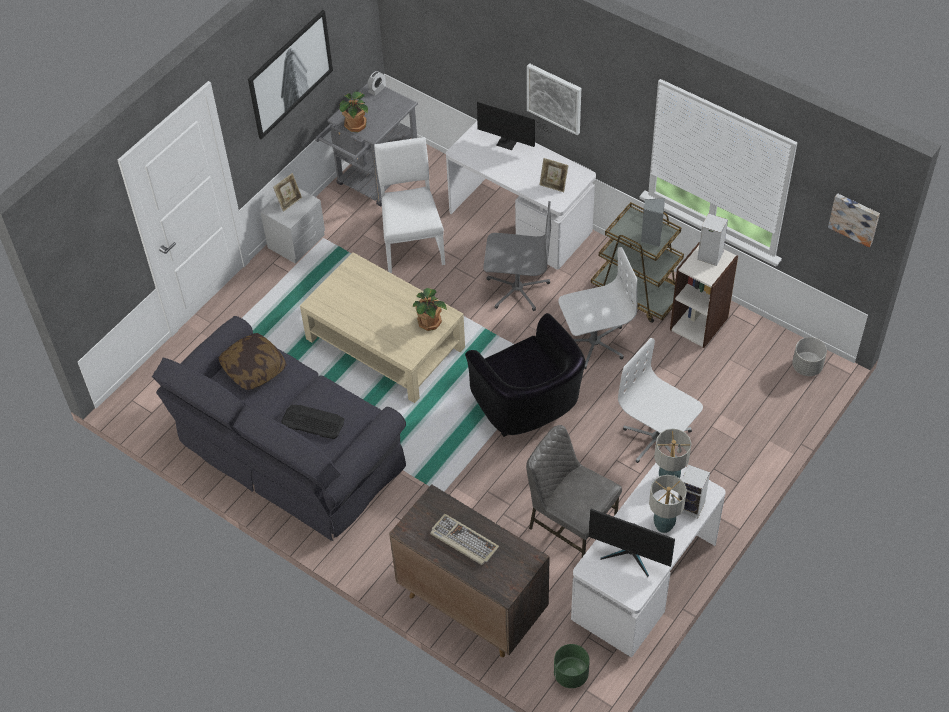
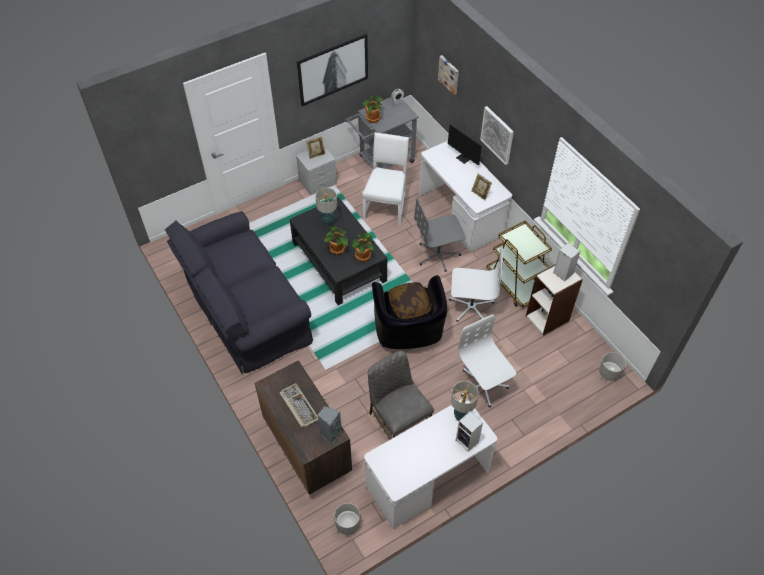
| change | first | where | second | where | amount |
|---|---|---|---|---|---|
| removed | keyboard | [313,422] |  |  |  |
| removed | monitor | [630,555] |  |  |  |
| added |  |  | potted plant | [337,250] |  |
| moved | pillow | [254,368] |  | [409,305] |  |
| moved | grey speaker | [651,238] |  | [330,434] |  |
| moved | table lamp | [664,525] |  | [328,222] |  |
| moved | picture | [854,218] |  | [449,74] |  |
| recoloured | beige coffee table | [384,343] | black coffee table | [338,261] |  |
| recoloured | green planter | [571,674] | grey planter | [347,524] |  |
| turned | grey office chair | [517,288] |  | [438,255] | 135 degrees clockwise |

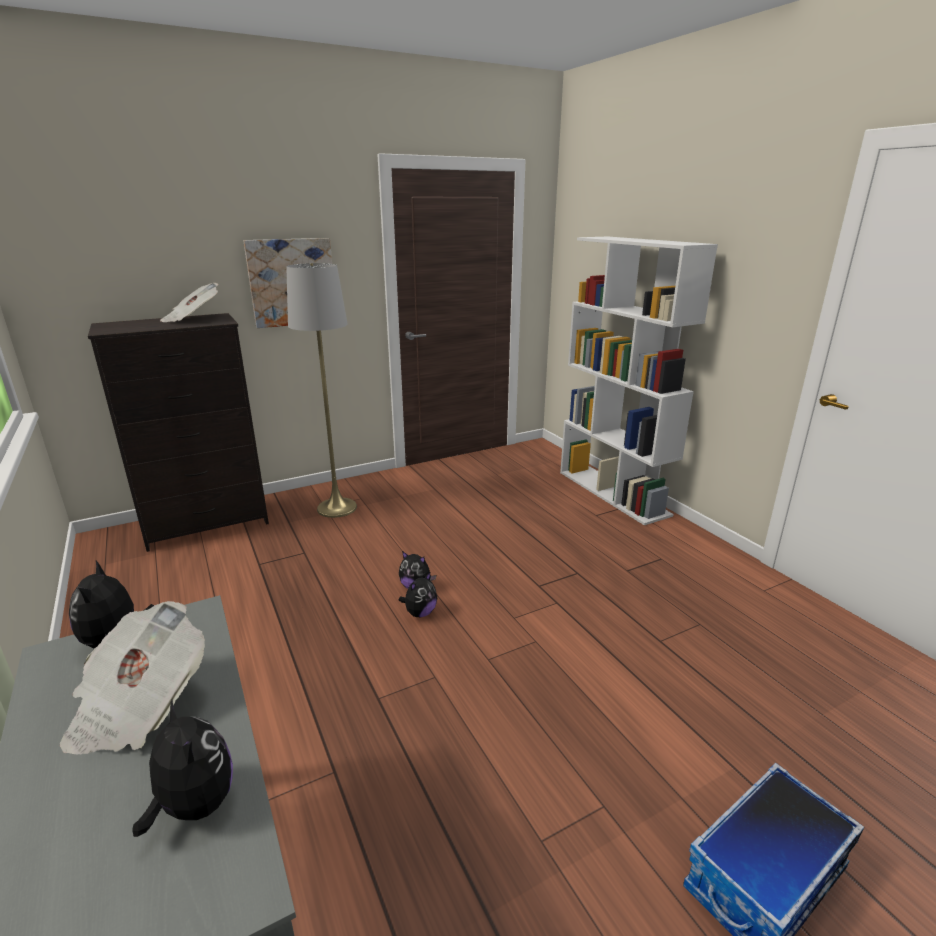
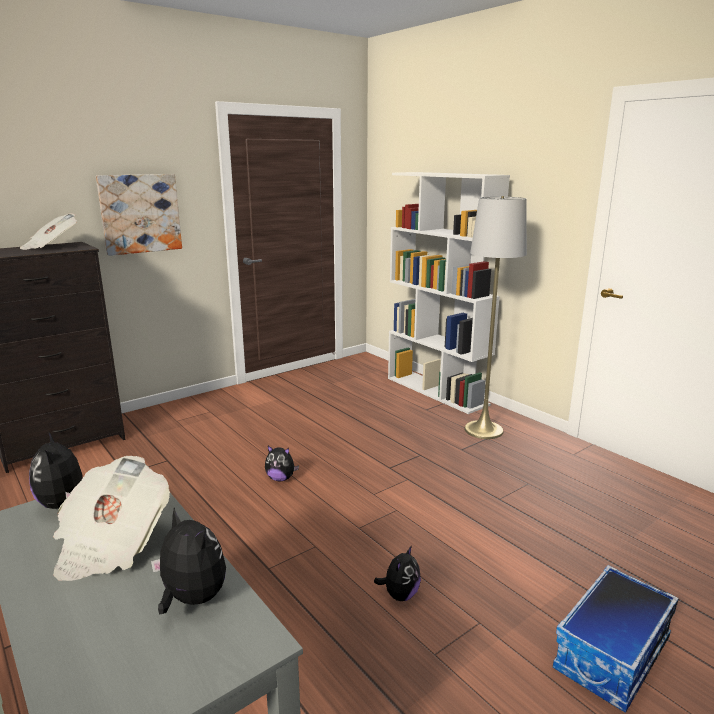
| change | first | where | second | where | amount |
|---|---|---|---|---|---|
| moved | grey floor lamp | [337,508] |  | [483,430] |  |
| moved | plush toy | [420,613] |  | [400,594] |  |

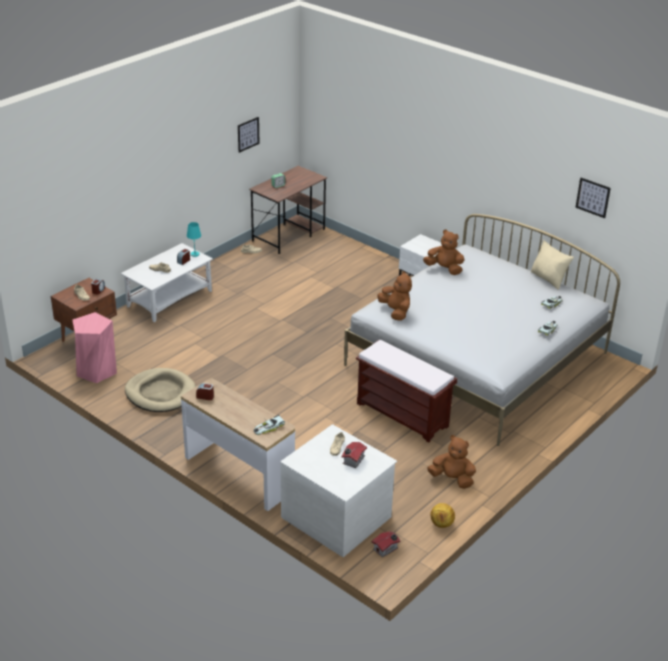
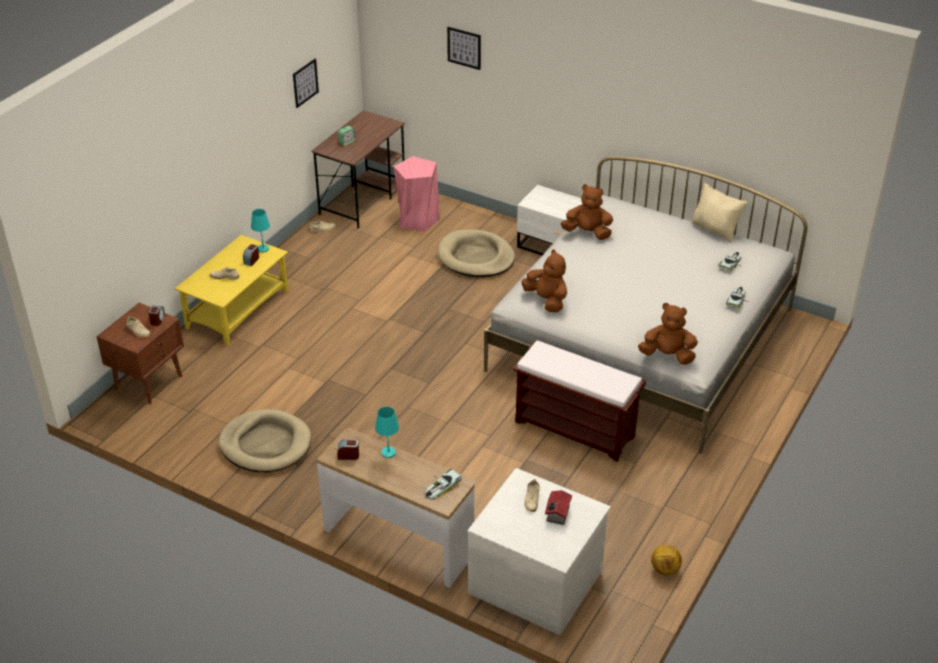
| change | first | where | second | where | amount |
|---|---|---|---|---|---|
| removed | toy house | [386,549] |  |  |  |
| added |  |  | turquoise table lamp | [388,453] |  |
| added |  |  | beige dog bed | [476,257] |  |
| moved | pink stool | [96,371] |  | [417,219] |  |
| moved | brown plush toy | [452,479] |  | [667,355] |  |
| moved | picture | [593,197] |  | [464,48] |  |
| recoloured | white coffee table | [169,299] | yellow coffee table | [237,310] |  |

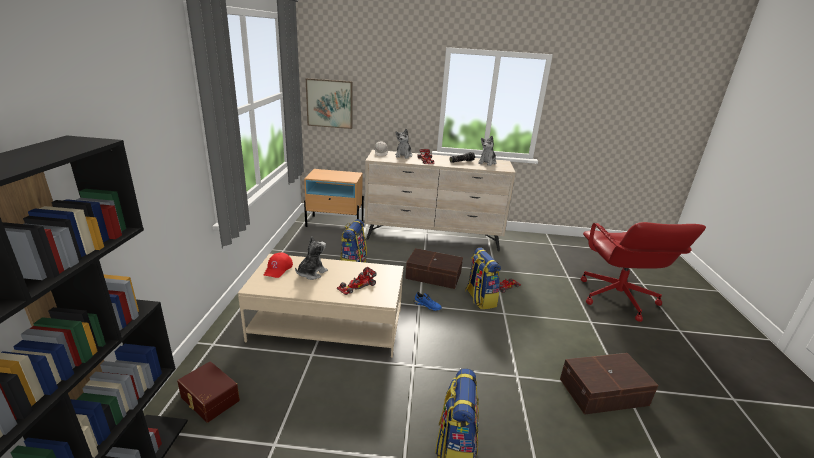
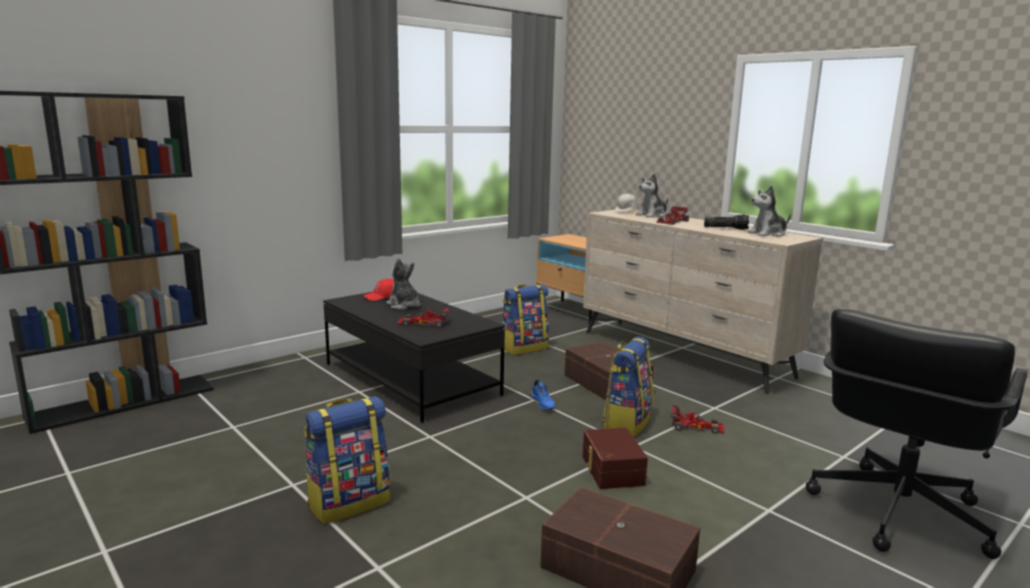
| change | first | where | second | where | amount |
|---|---|---|---|---|---|
| removed | picture | [329,103] |  |  |  |
| moved | brown storage box | [209,399] |  | [611,470] |  |
| recoloured | beige coffee table | [328,325] | black coffee table | [411,379] |  |
| recoloured | red office chair | [617,298] | black office chair | [896,513] |  |
| turned | plush toy | [311,273] |  | [404,305] | 120 degrees counterclockwise |

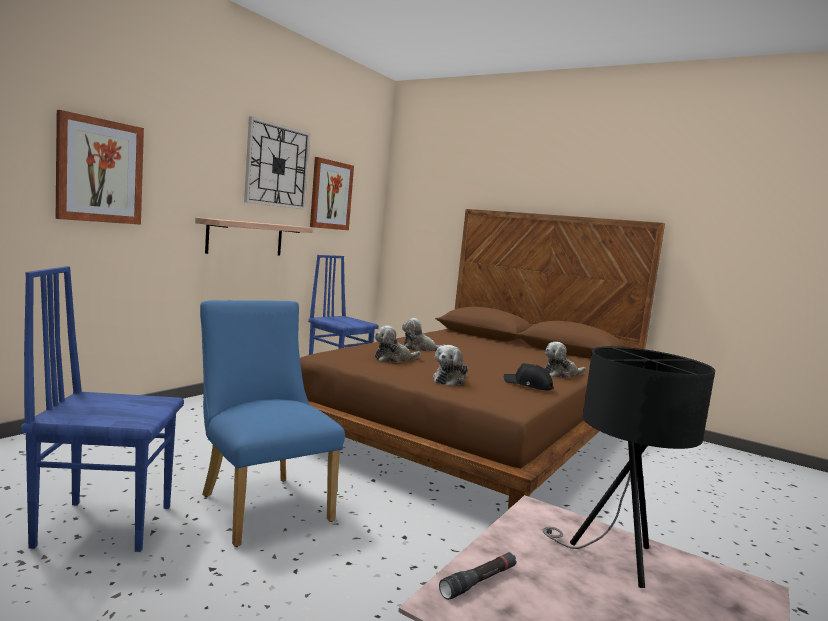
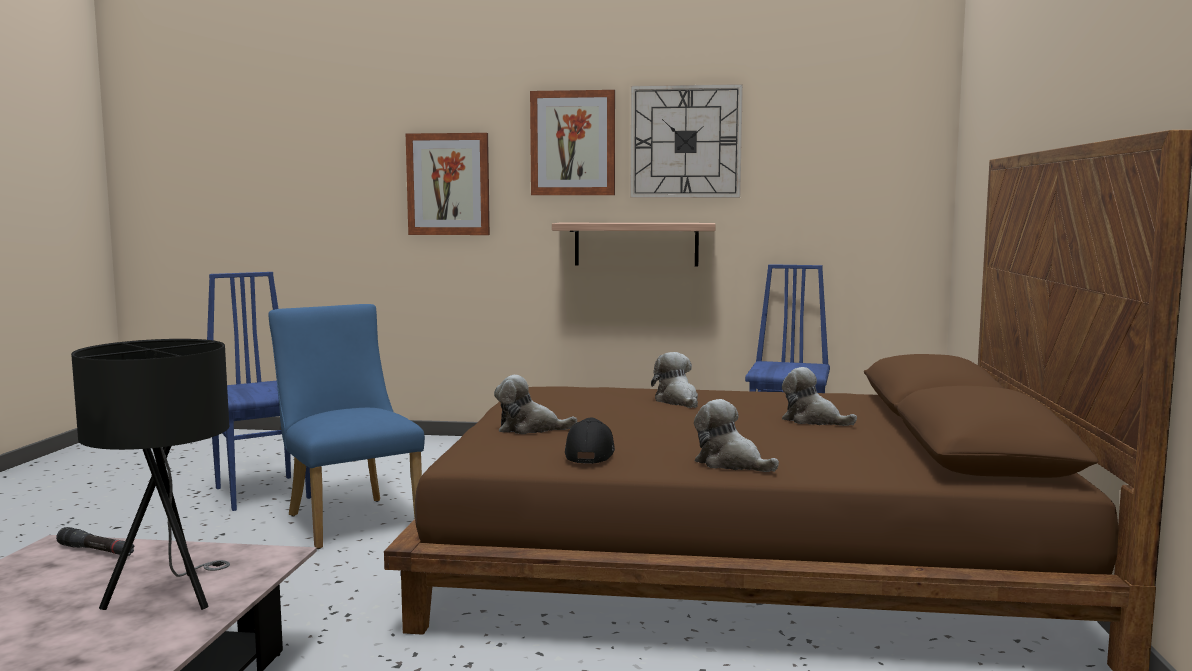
| change | first | where | second | where | amount |
|---|---|---|---|---|---|
| moved | picture | [331,195] |  | [573,143] |  |
| moved | plush toy | [393,359] |  | [813,420] |  |
| turned | blue chair | [261,504] |  | [349,519] | 60 degrees counterclockwise |

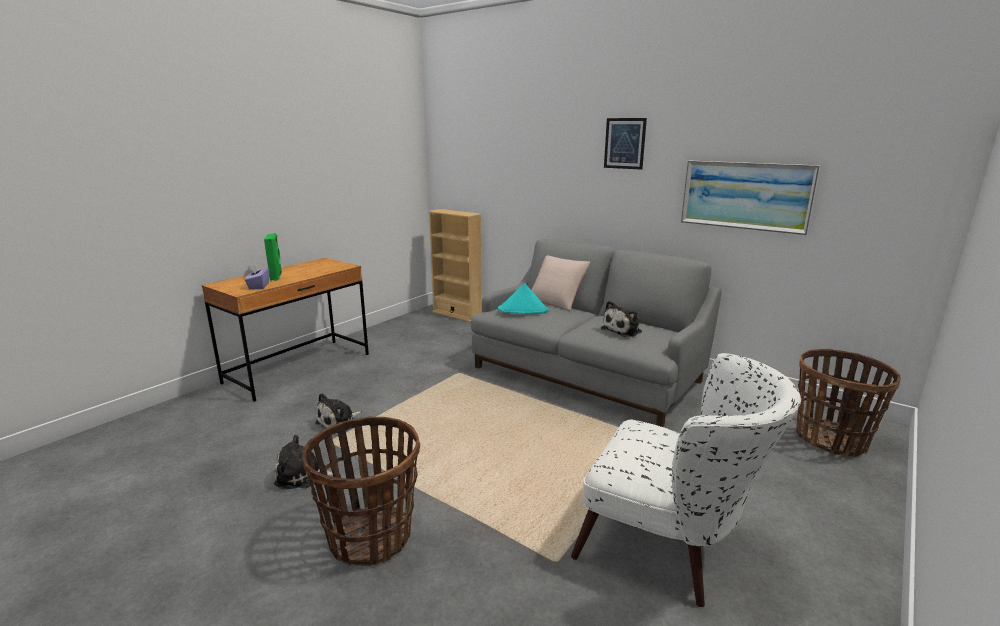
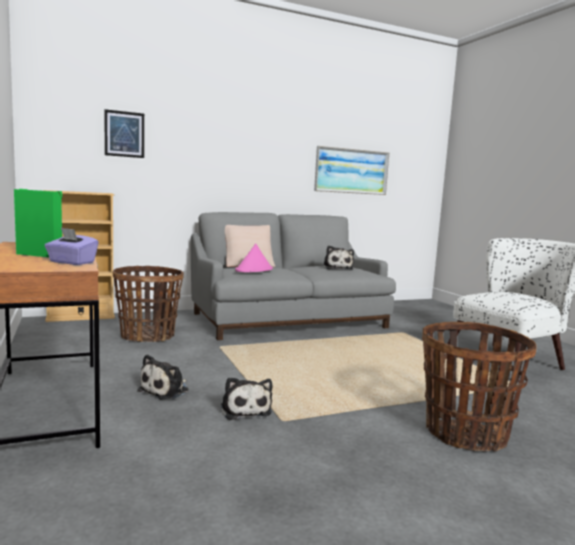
| change | first | where | second | where | amount |
|---|---|---|---|---|---|
| moved | plush toy | [302,476] |  | [166,390] |  |
| moved | picture | [624,143] |  | [124,134] |  |
| moved | basket | [831,440] |  | [148,336] |  |
| recoloured | turquoise hat | [523,310] | pink hat | [254,270] |  |

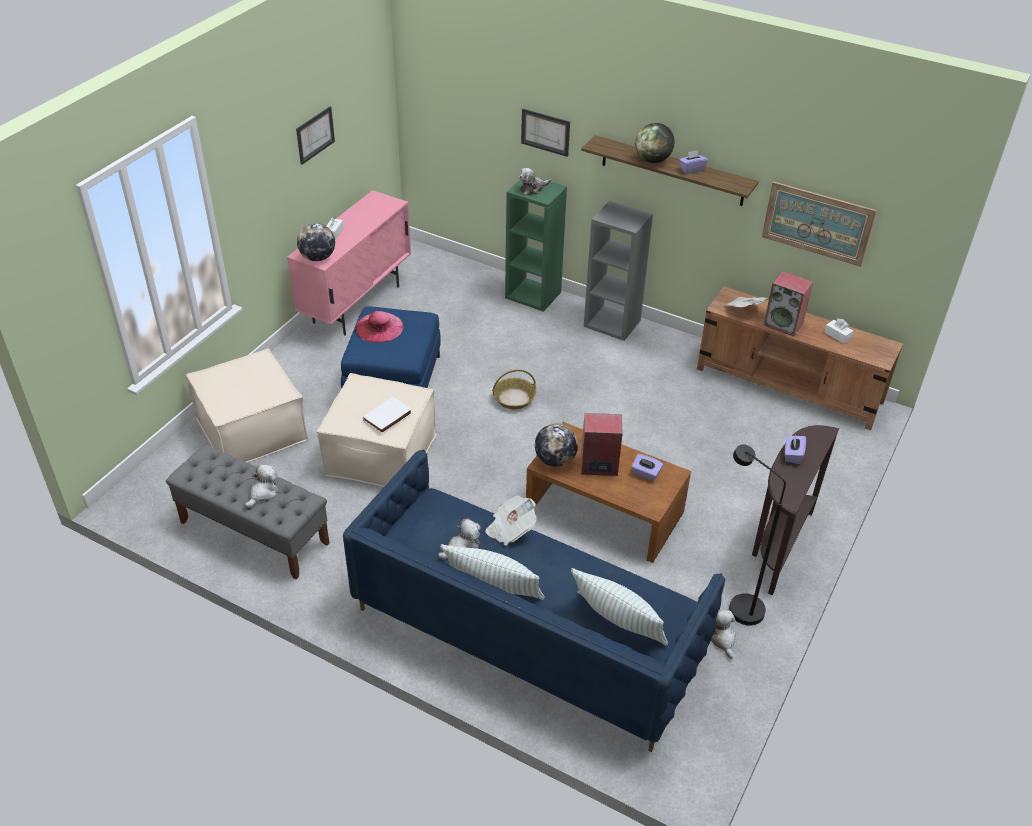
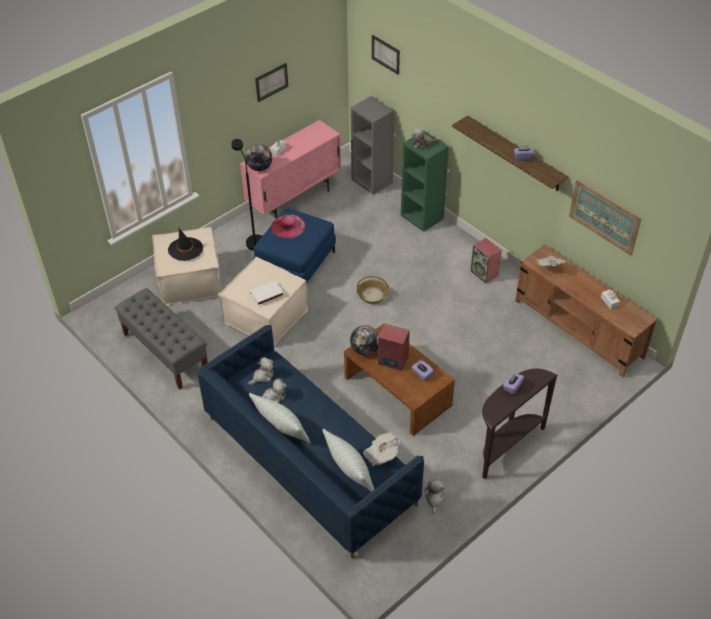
| change | first | where | second | where | amount |
|---|---|---|---|---|---|
| removed | globe | [652,160] |  |  |  |
| added |  |  | black hat | [185,249] |  |
| moved | plush toy | [263,493] |  | [262,376] |  |
| moved | newspaper | [510,529] |  | [381,454] |  |
| moved | picture | [545,132] |  | [386,54] |  |
| moved | grey bookcase | [612,323] |  | [372,181] |  |
| moved | black floor lamp | [737,605] |  | [253,240] |  |
| moved | speaker | [784,324] |  | [484,273] |  |

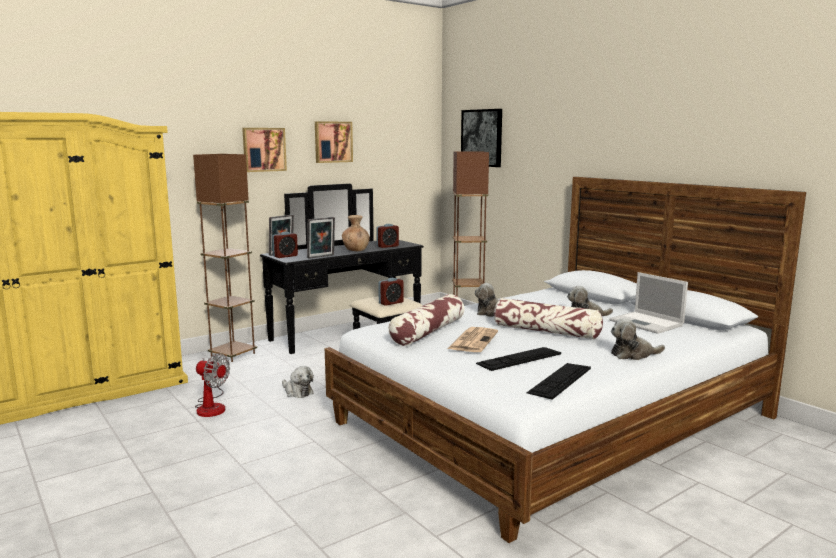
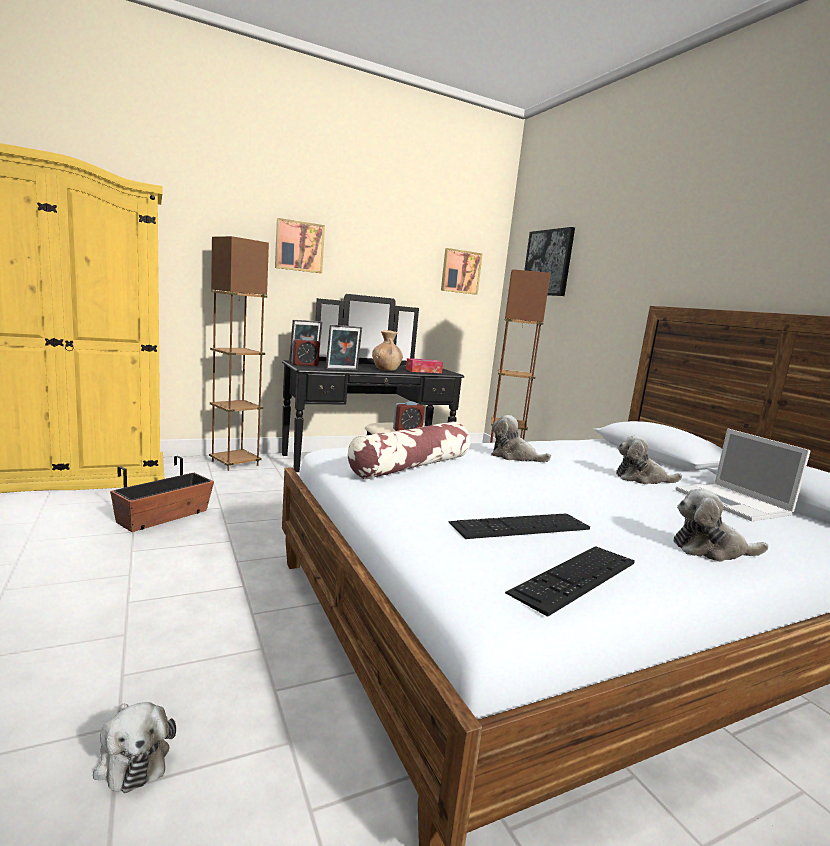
| change | first | where | second | where | amount |
|---|---|---|---|---|---|
| removed | newspaper | [473,340] |  |  |  |
| removed | pillow | [546,331] |  |  |  |
| moved | plush toy | [297,392] |  | [132,757] |  |
| moved | picture | [333,142] |  | [460,271] |  |
| replaced | fan | [211,406] | planter | [164,517] |  |
| replaced | alarm clock | [387,246] | tissue box | [423,371] |  |

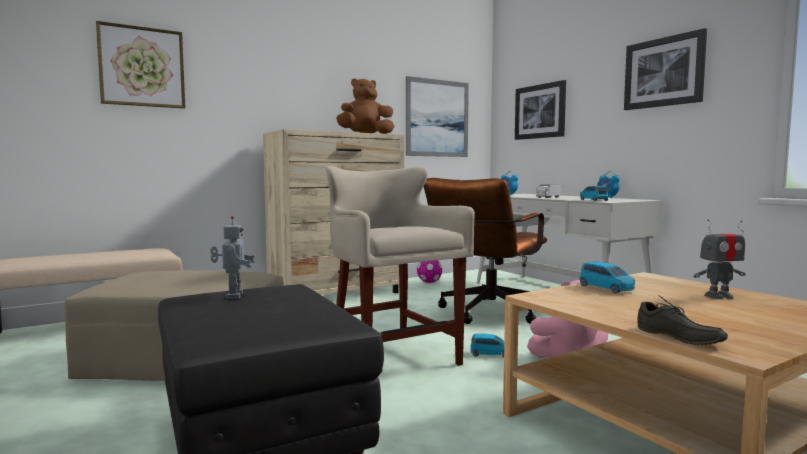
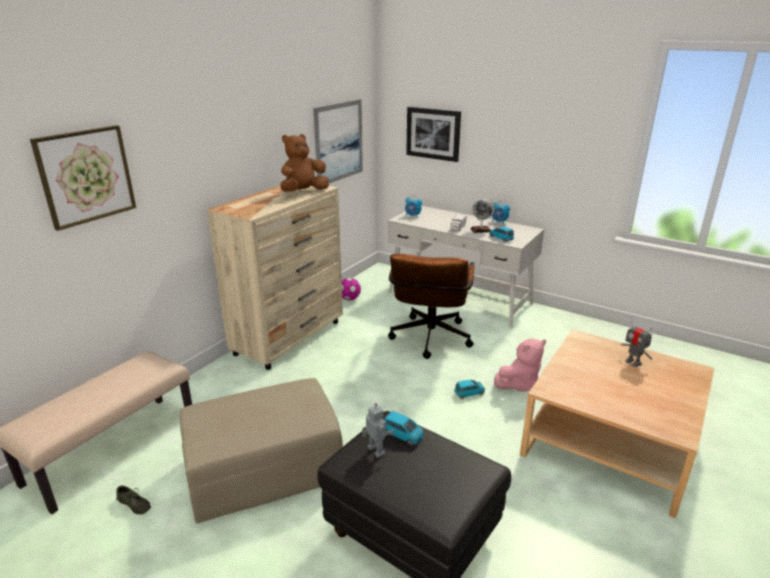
| change | first | where | second | where | amount |
|---|---|---|---|---|---|
| removed | beige stool | [391,358] |  |  |  |
| removed | picture | [663,72] |  |  |  |
| added |  |  | globe | [481,230] |  |
| moved | blue toy car | [606,288] |  | [402,434] |  |
| moved | grey shoe | [677,338] |  | [133,506] |  |
| turned | toy robot | [719,296] |  | [633,362] | 90 degrees clockwise |

